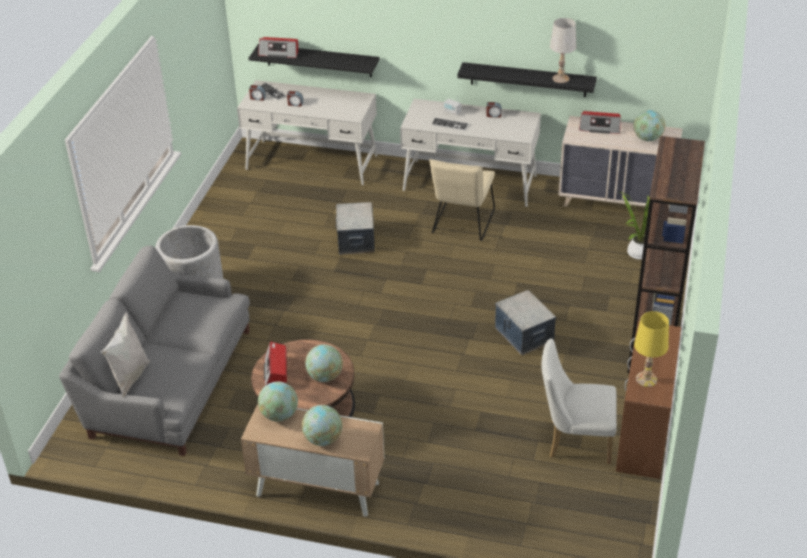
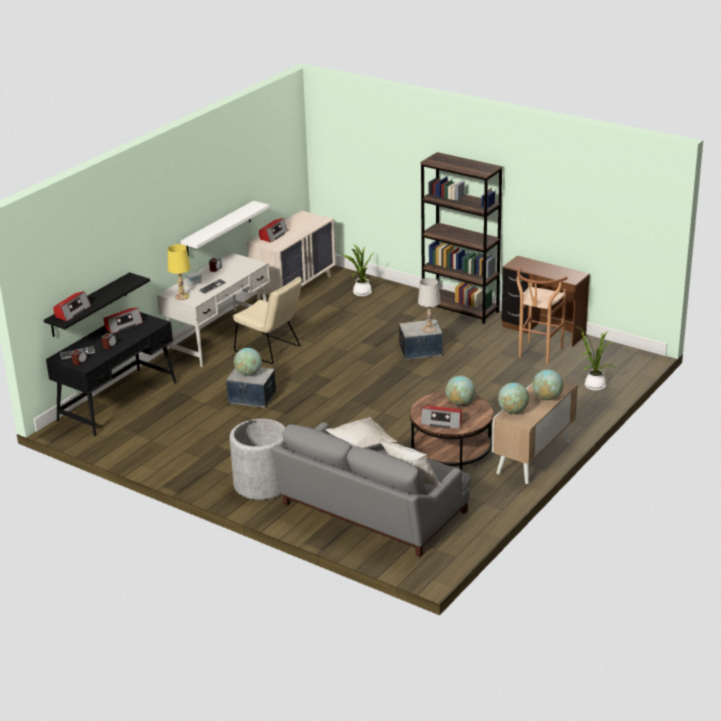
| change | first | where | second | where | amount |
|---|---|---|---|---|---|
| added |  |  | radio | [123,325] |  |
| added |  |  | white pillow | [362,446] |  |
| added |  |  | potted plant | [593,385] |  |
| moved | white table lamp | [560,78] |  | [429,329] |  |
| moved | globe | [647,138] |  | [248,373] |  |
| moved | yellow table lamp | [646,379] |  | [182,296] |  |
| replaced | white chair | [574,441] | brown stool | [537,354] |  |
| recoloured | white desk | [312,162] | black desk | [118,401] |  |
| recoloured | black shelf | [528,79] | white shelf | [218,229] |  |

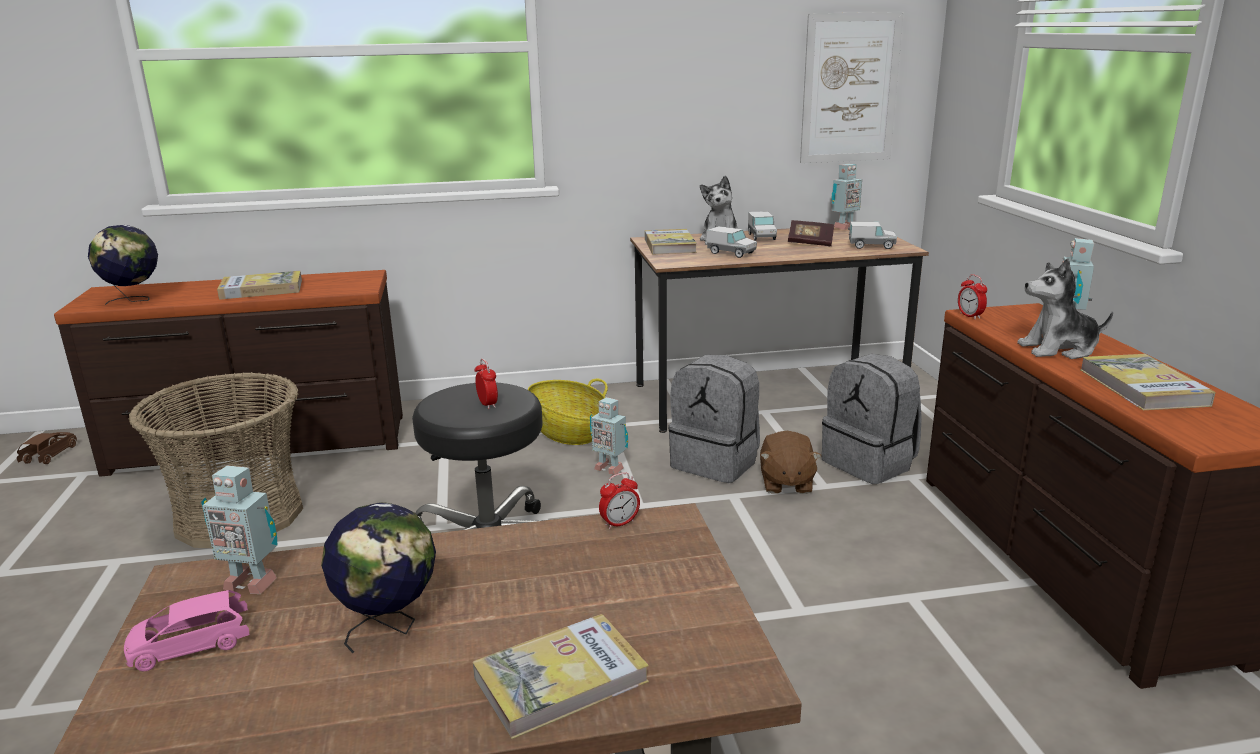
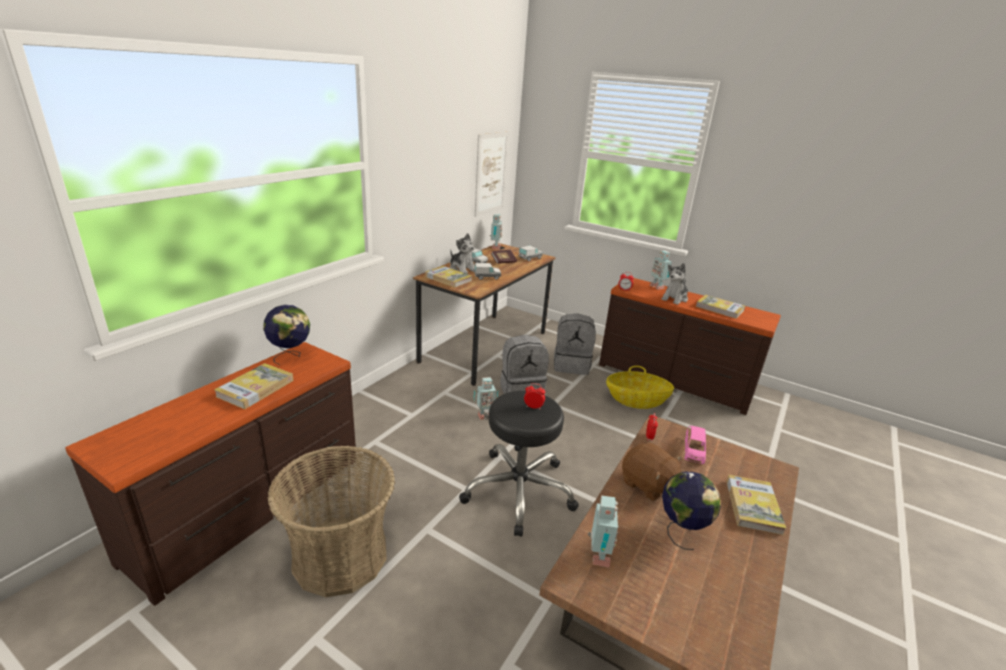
| change | first | where | second | where | amount |
|---|---|---|---|---|---|
| removed | brown toy car | [50,455] |  |  |  |
| moved | globe | [134,301] |  | [291,356] |  |
| moved | pink toy car | [191,646] |  | [693,451] |  |
| moved | basket | [568,431] |  | [636,400] |  |
| moved | brown plush toy | [786,483] |  | [647,485] |  |
| turned | toy robot | [251,582] |  | [598,557] | 45 degrees counterclockwise |

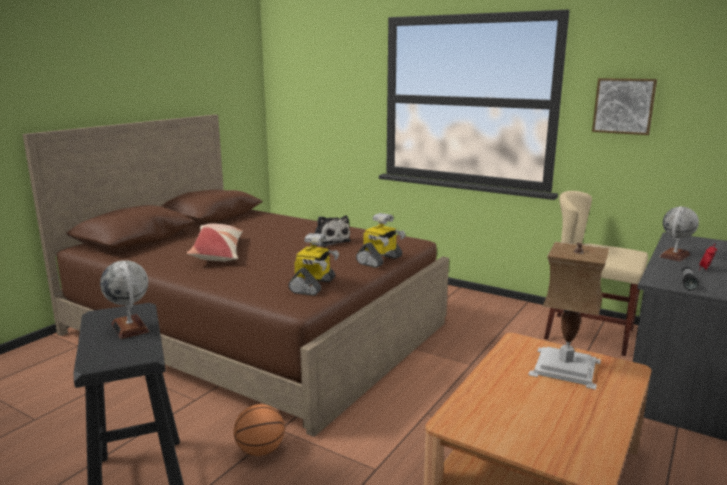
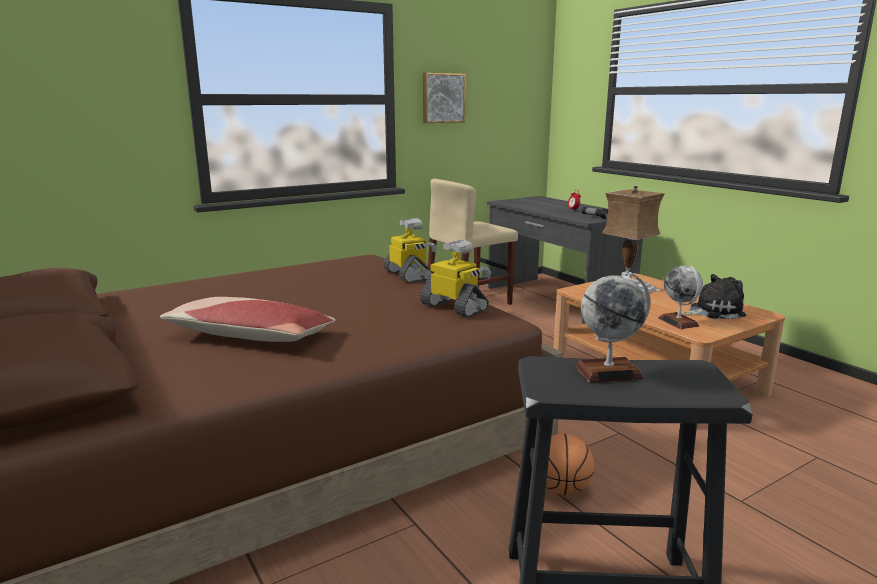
| change | first | where | second | where | amount |
|---|---|---|---|---|---|
| moved | plush toy | [329,241] |  | [713,311] |  |
| moved | globe | [674,255] |  | [678,322] |  |

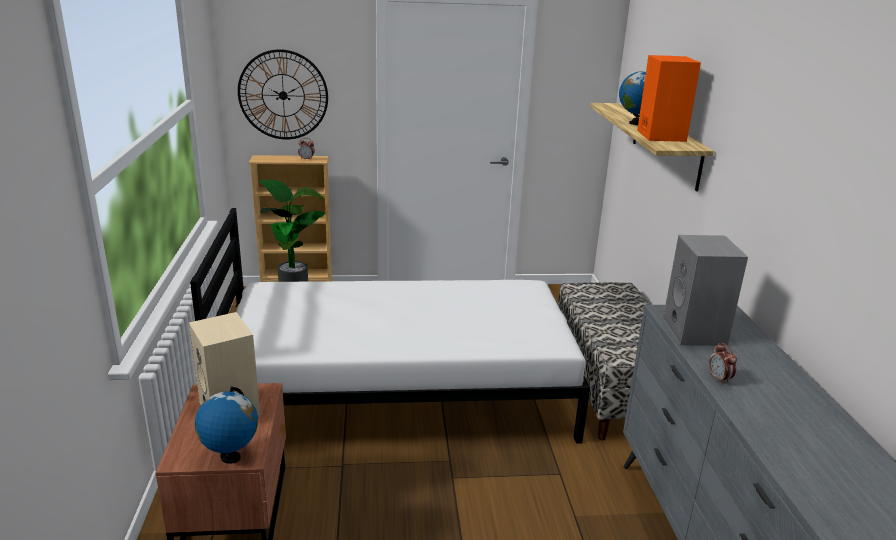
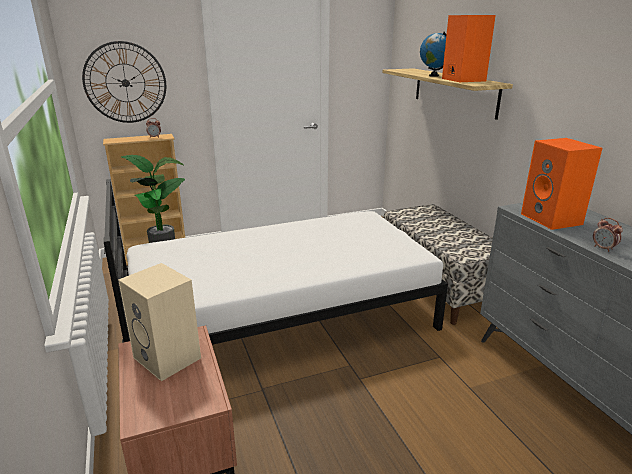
| change | first | where | second | where | amount |
|---|---|---|---|---|---|
| removed | globe | [230,457] |  |  |  |
| recoloured | grey speaker | [696,332] | orange speaker | [553,219] |  |

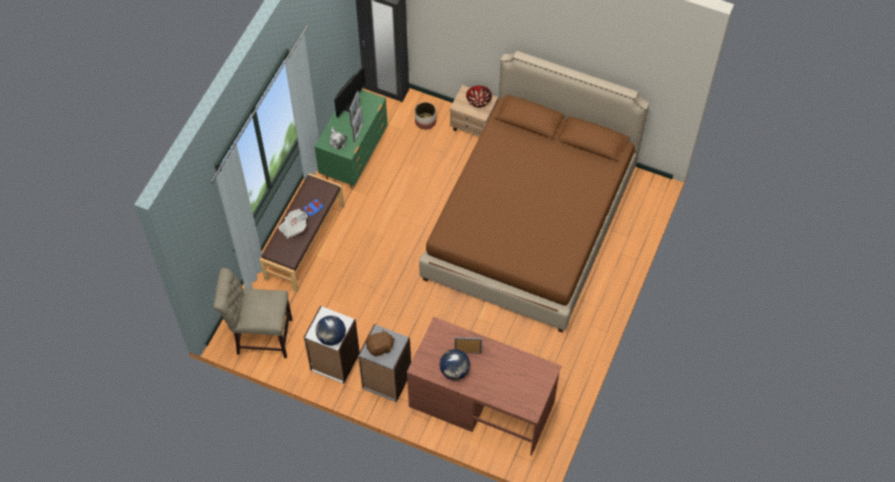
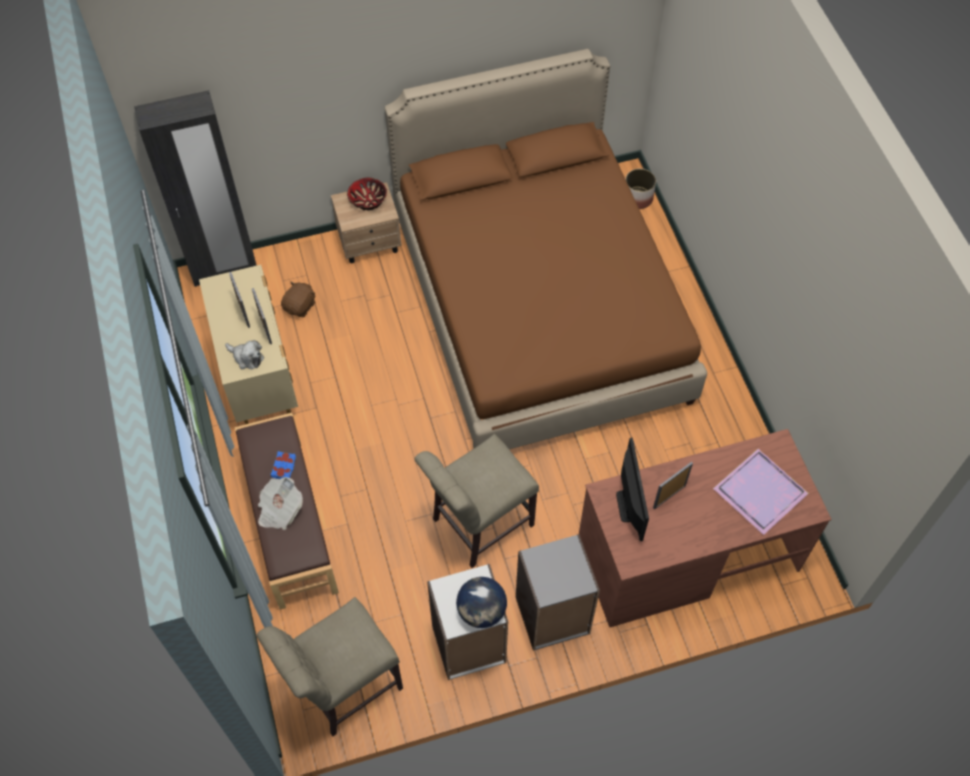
| change | first | where | second | where | amount |
|---|---|---|---|---|---|
| removed | globe | [454,371] |  |  |  |
| added |  |  | beige chair | [477,524] |  |
| added |  |  | purple tray | [762,492] |  |
| moved | monitor | [350,103] |  | [629,505] |  |
| moved | brown plush toy | [380,347] |  | [300,306] |  |
| moved | planter | [425,121] |  | [637,198] |  |
| recoloured | green dresser | [354,157] | beige dresser | [259,375] |  |

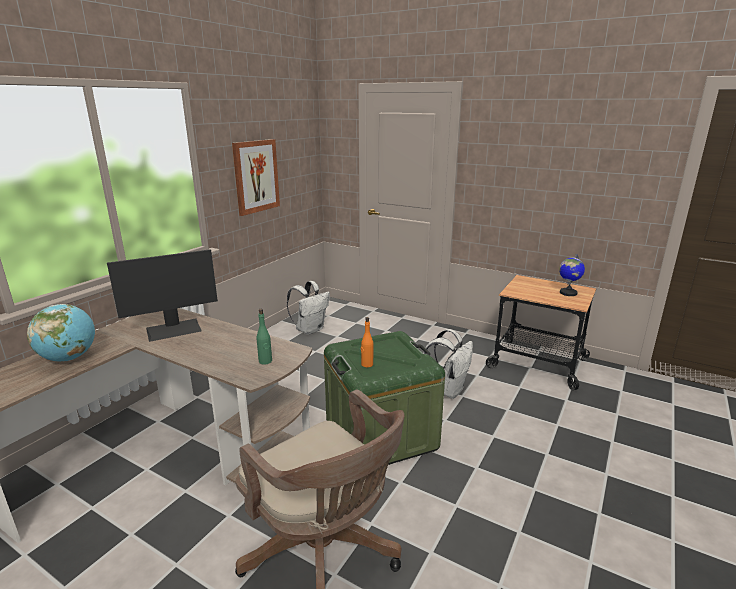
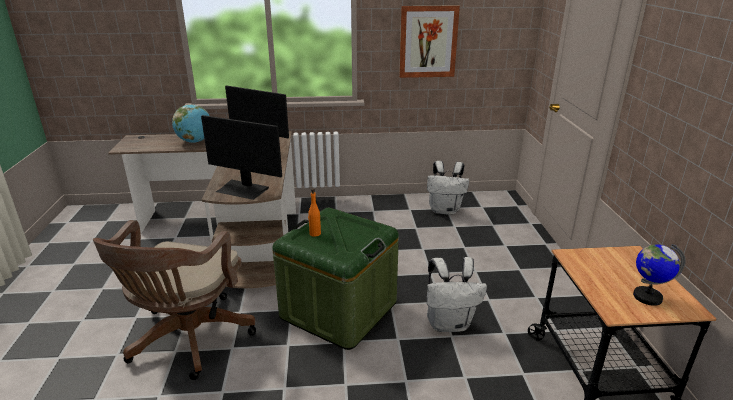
| change | first | where | second | where | amount |
|---|---|---|---|---|---|
| replaced | green bottle | [265,361] | monitor | [243,189] |  |

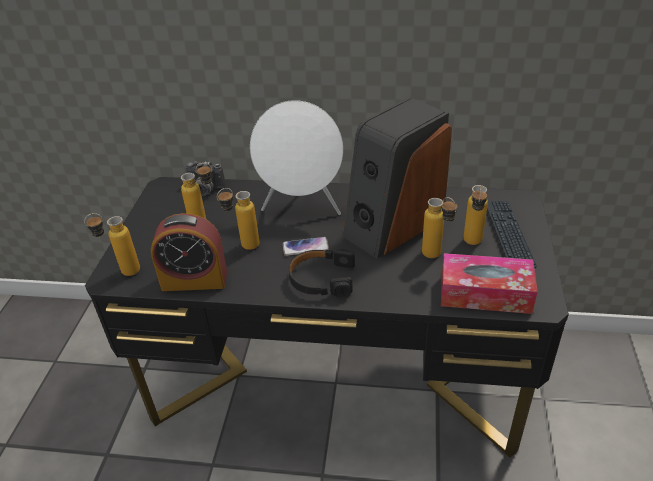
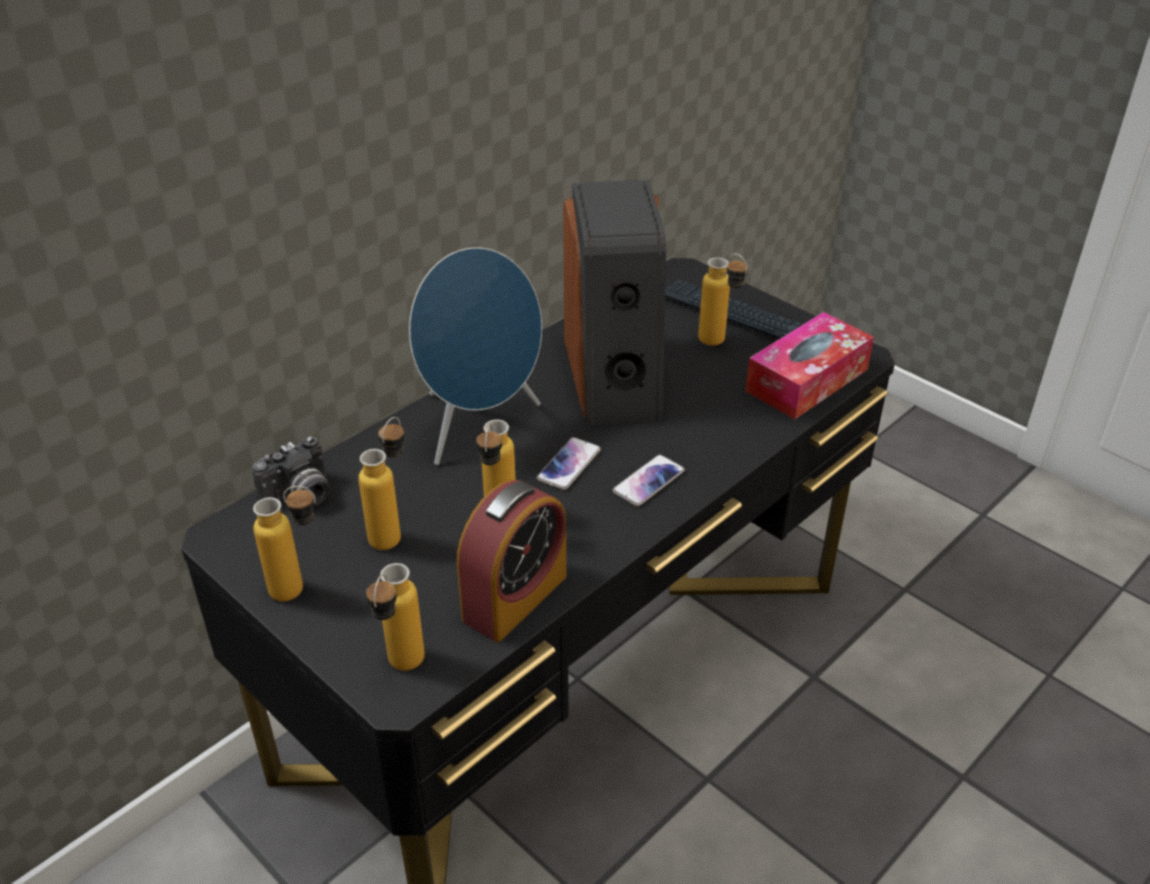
| change | first | where | second | where | amount |
|---|---|---|---|---|---|
| moved | bottle | [437,257] |  | [300,590] |  |
| replaced | black headphones | [321,279] | phone | [648,481] |  |
| recoloured | white speaker | [302,207] | blue speaker | [479,427] |  |

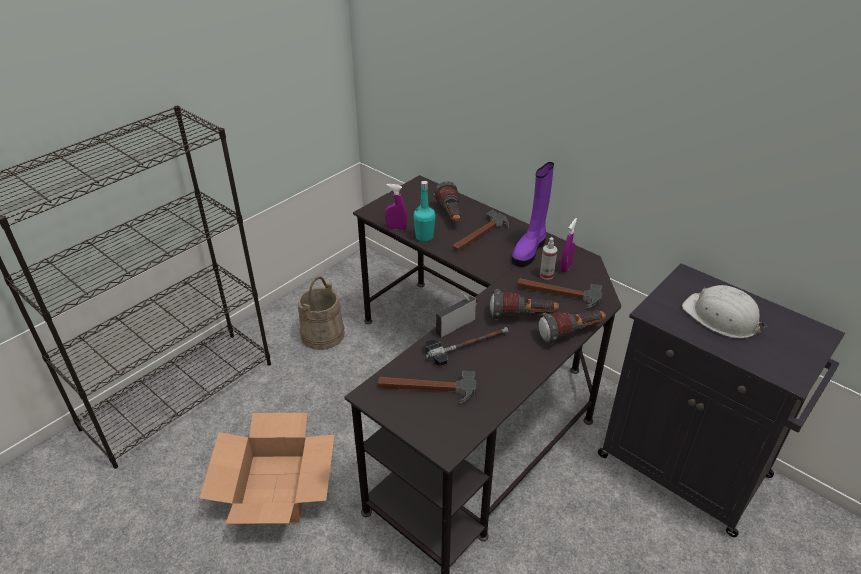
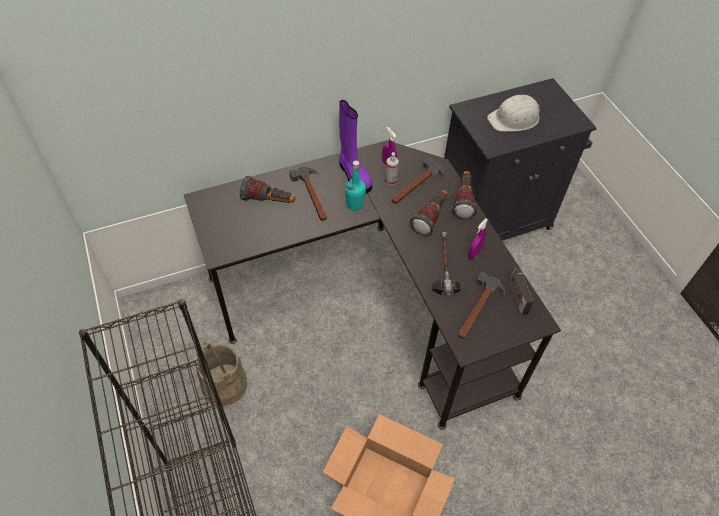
| change | first | where | second | where | amount |
|---|---|---|---|---|---|
| moved | purple spray bottle | [396,228] |  | [474,254] |  |
| moved | turquoise bottle | [424,237] |  | [355,204] |  |
| moved | radio | [457,325] |  | [516,296] |  |

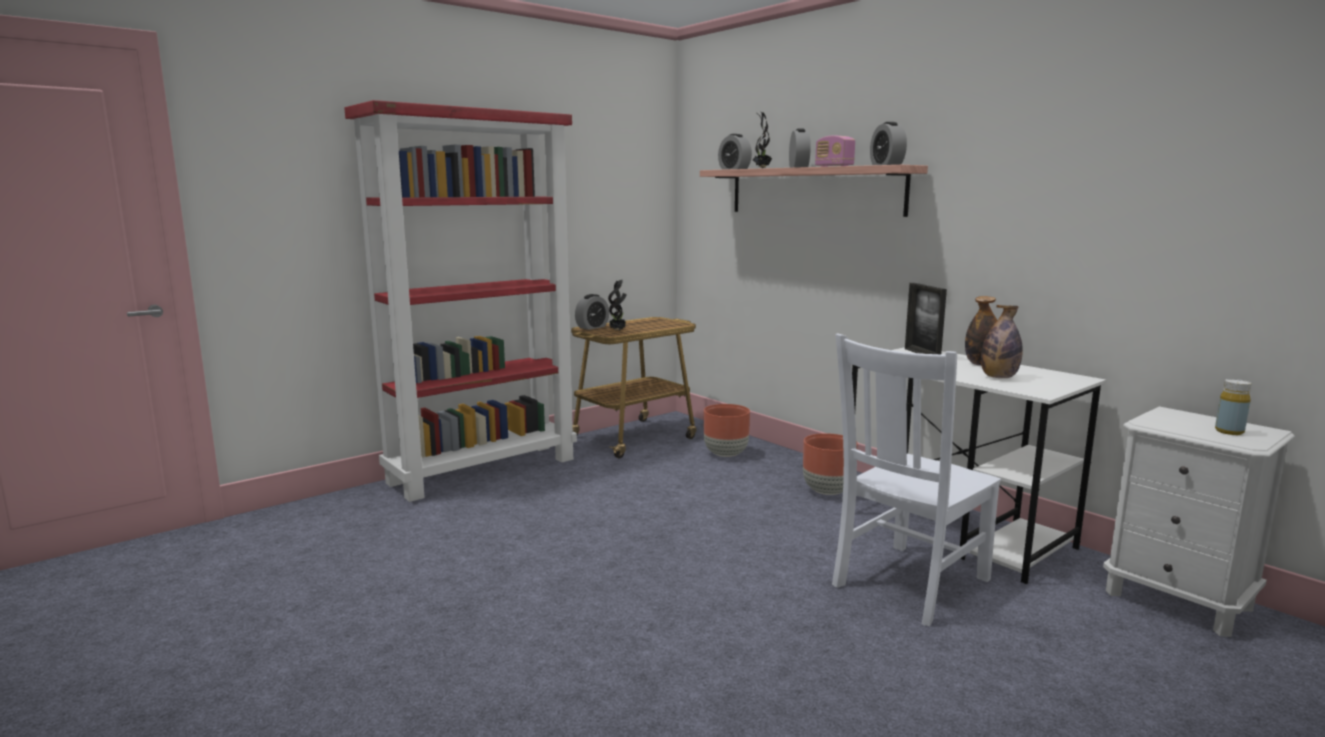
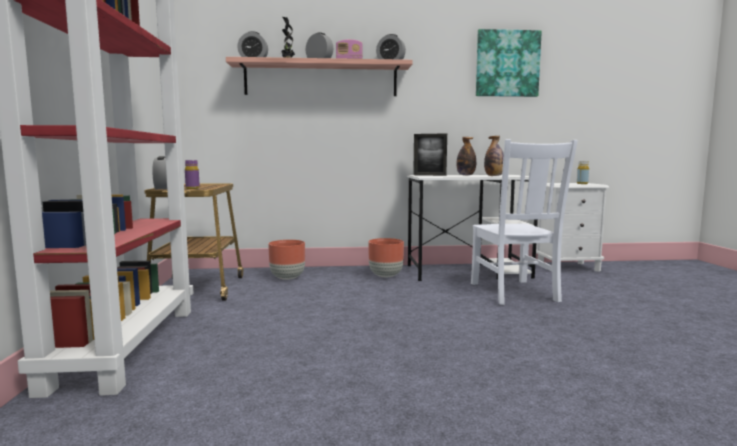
| change | first | where | second | where | amount |
|---|---|---|---|---|---|
| added |  |  | picture | [507,64] |  |
| replaced | potted plant | [618,330] | purple bottle | [192,188] |  |

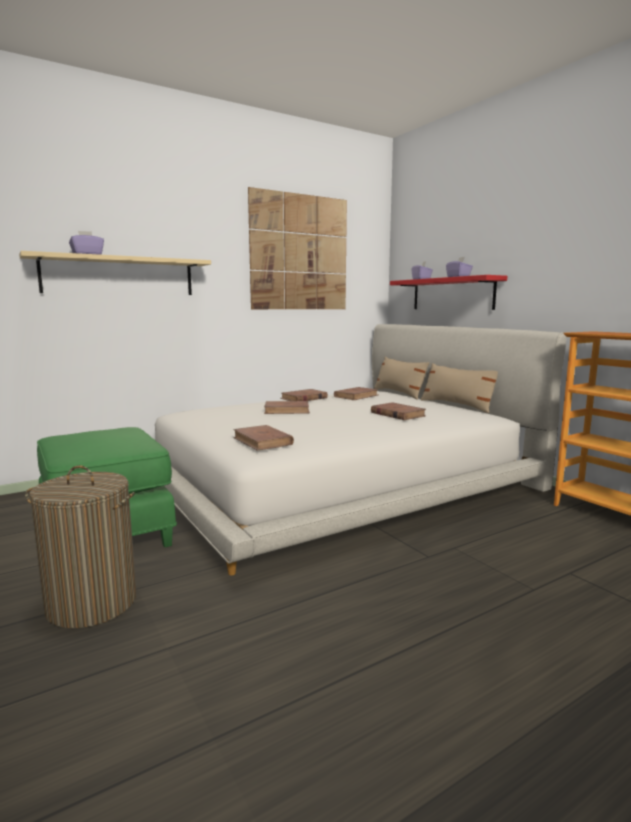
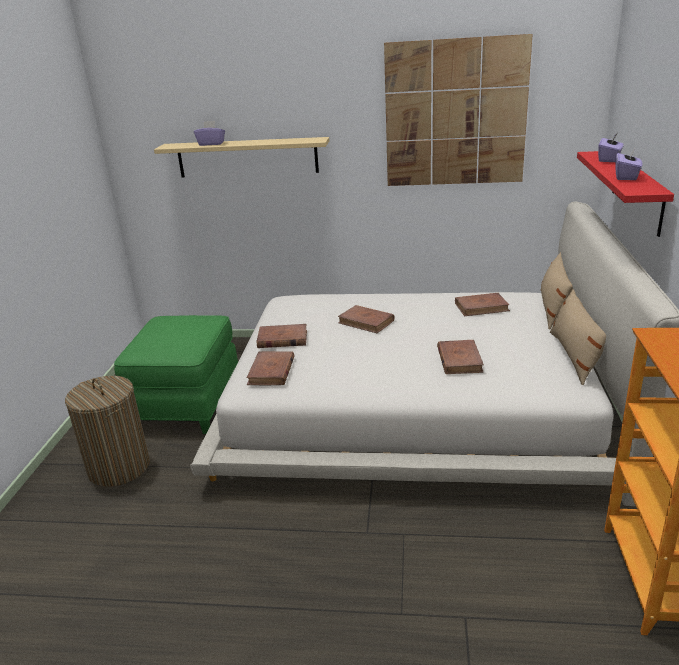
| change | first | where | second | where | amount |
|---|---|---|---|---|---|
| moved | brown book | [303,398] |  | [282,339] |  |

